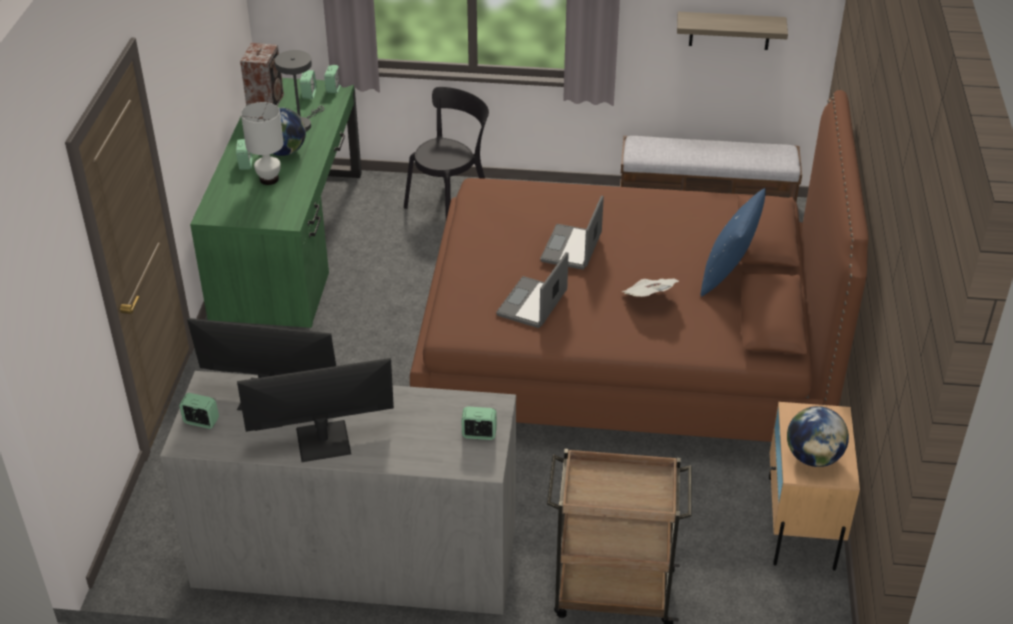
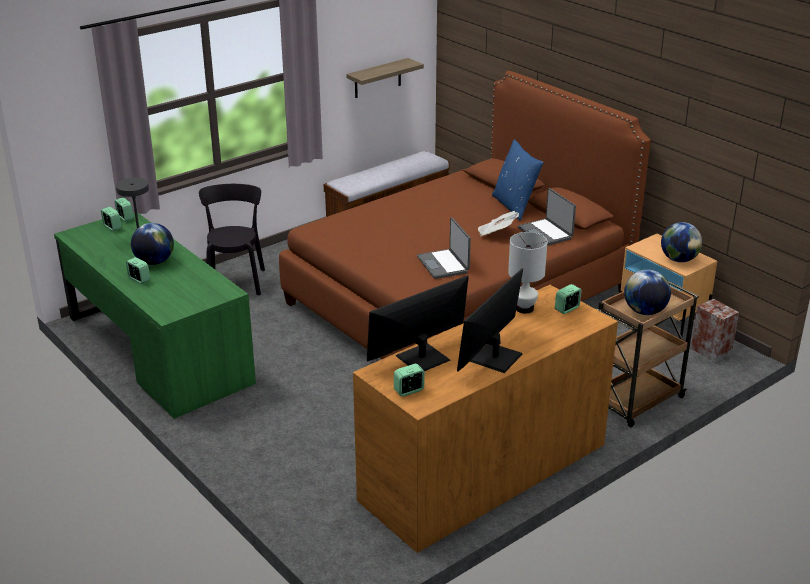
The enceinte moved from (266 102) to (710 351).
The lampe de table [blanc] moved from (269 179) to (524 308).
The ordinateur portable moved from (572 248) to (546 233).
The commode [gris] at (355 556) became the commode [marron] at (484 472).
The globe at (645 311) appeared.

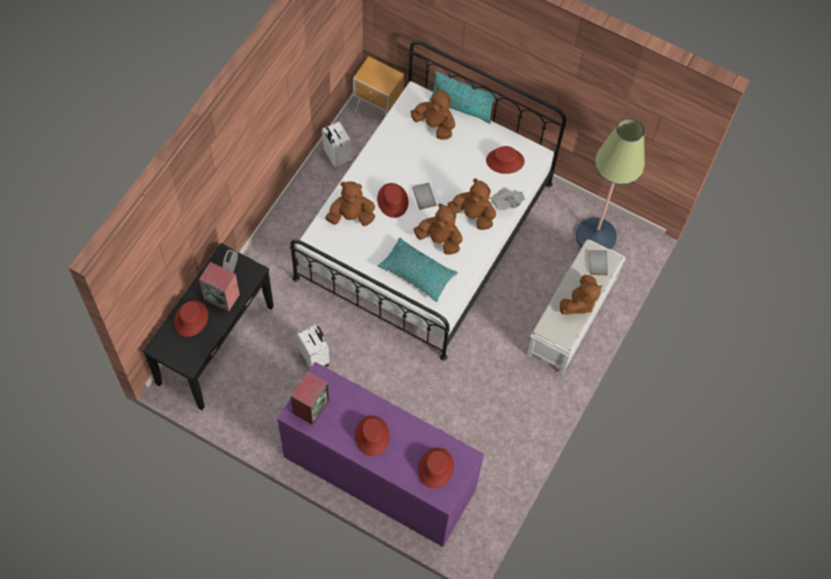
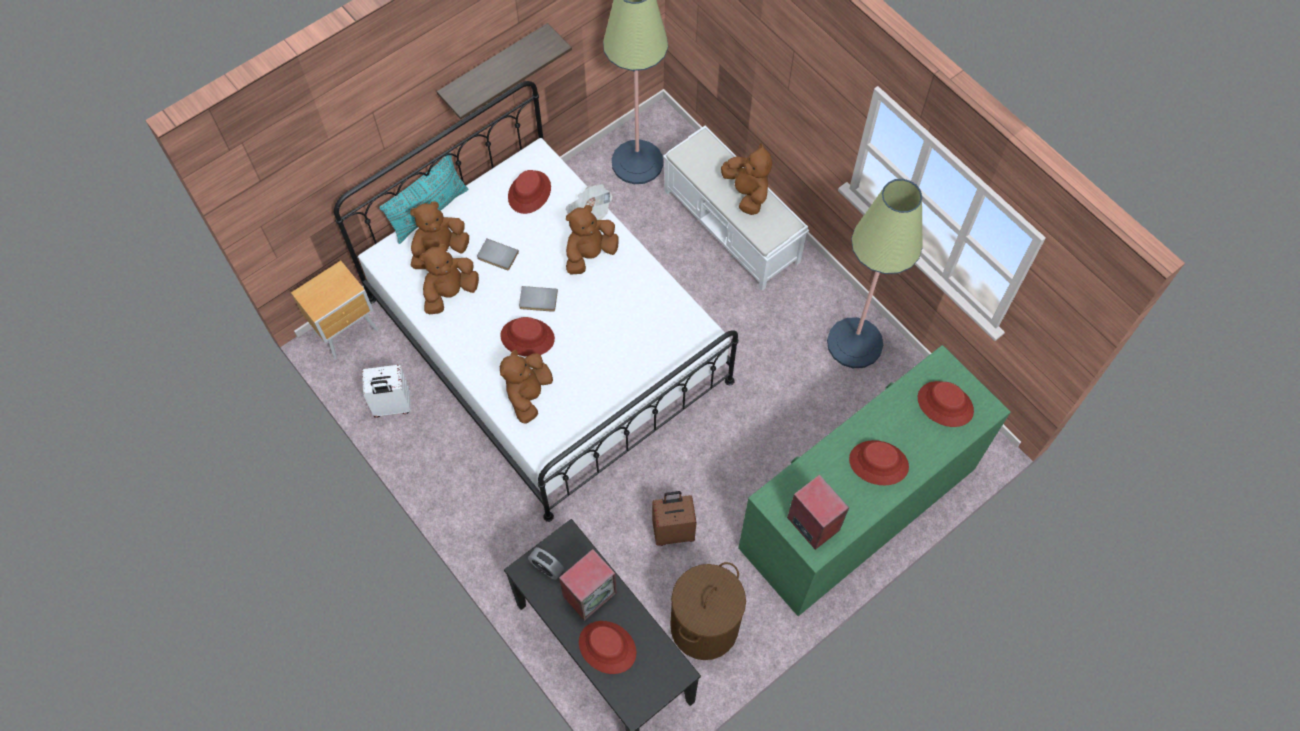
The peluche [marron] moved from (439 240) to (450 292).
The coussin [turquoise] at (417 273) disappeared.
The livre [gris] moved from (597 263) to (497 256).
The valise [blanc] at (315 358) became the valise [marron] at (673 531).
The commode [violet] at (379 473) became the commode [vert] at (857 508).
The étagère at (494 68) appeared.
The lampadaire at (854 343) appeared.
The panier à linge [marron] at (704 627) appeared.

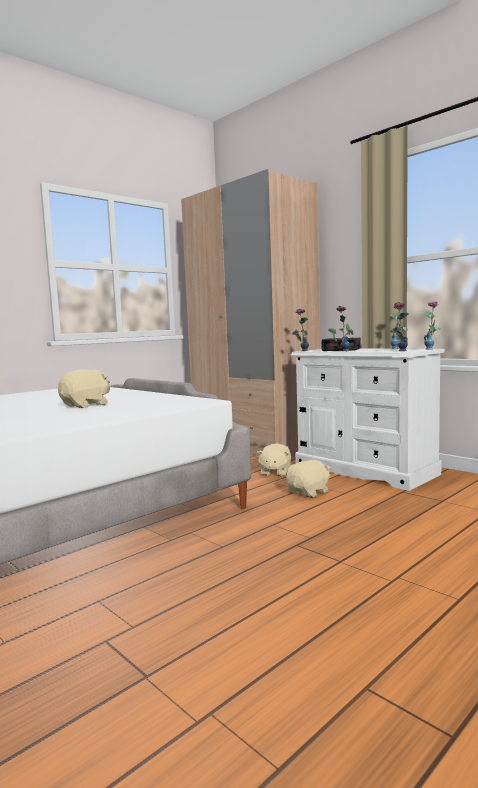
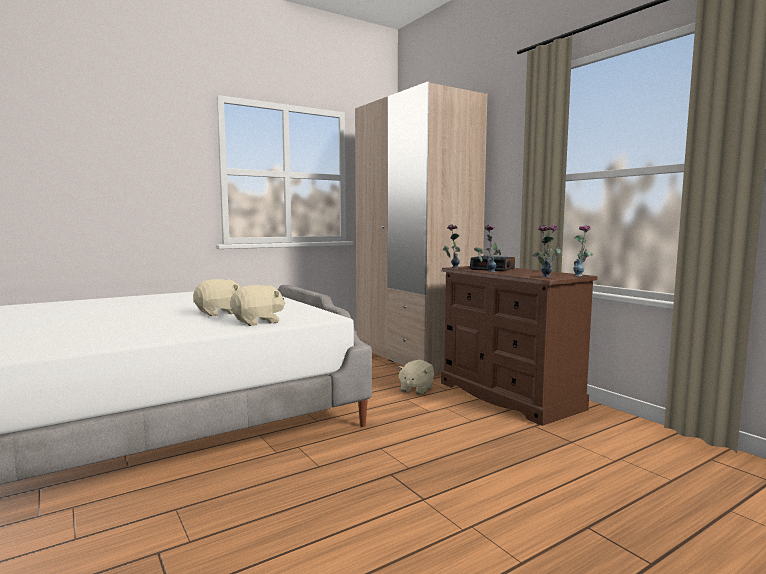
The commode [blanc] at (364 470) became the commode [marron] at (508 396).
The peluche [beige] moved from (309 492) to (258 322).

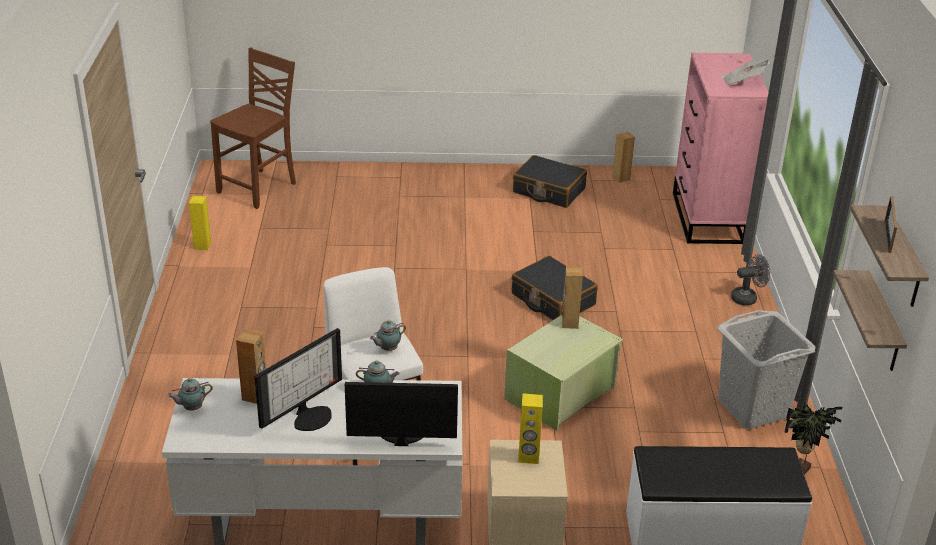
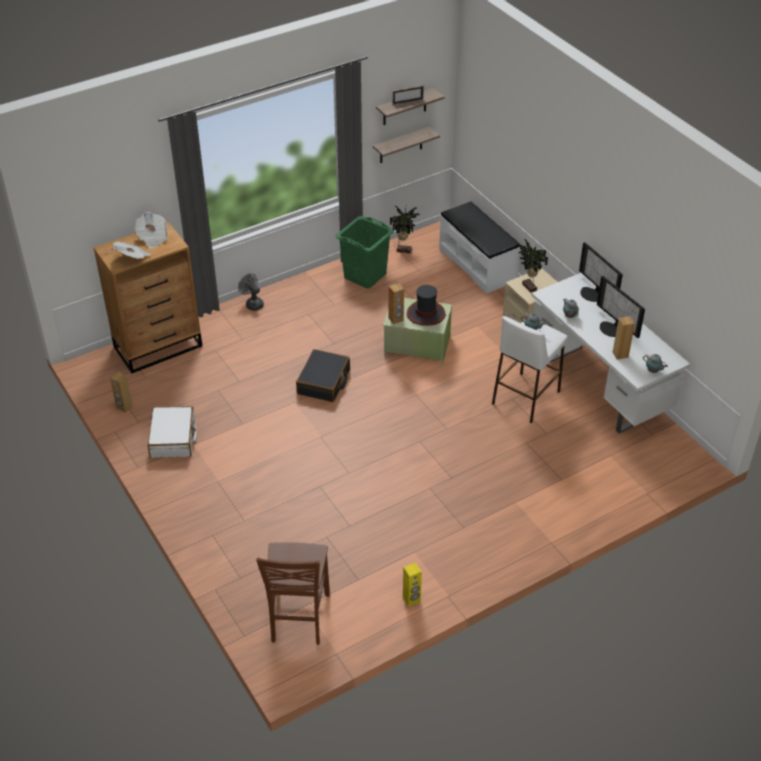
The chaise [marron] at (259 188) turned 90 degrees counterclockwise.
The commode [rose] at (707 218) became the commode [marron] at (159 346).
The valise [noir] at (548 191) became the valise [blanc] at (173 438).
The panier à linge [gris] at (752 408) became the panier à linge [vert] at (365 275).
The écran d'ordinateur at (310 416) turned 135 degrees counterclockwise.
The enceinte [jaune] at (528 457) was replaced by the plante en pot at (528 287).
The journal at (133 257) appeared.
The chapeau at (426 314) appeared.

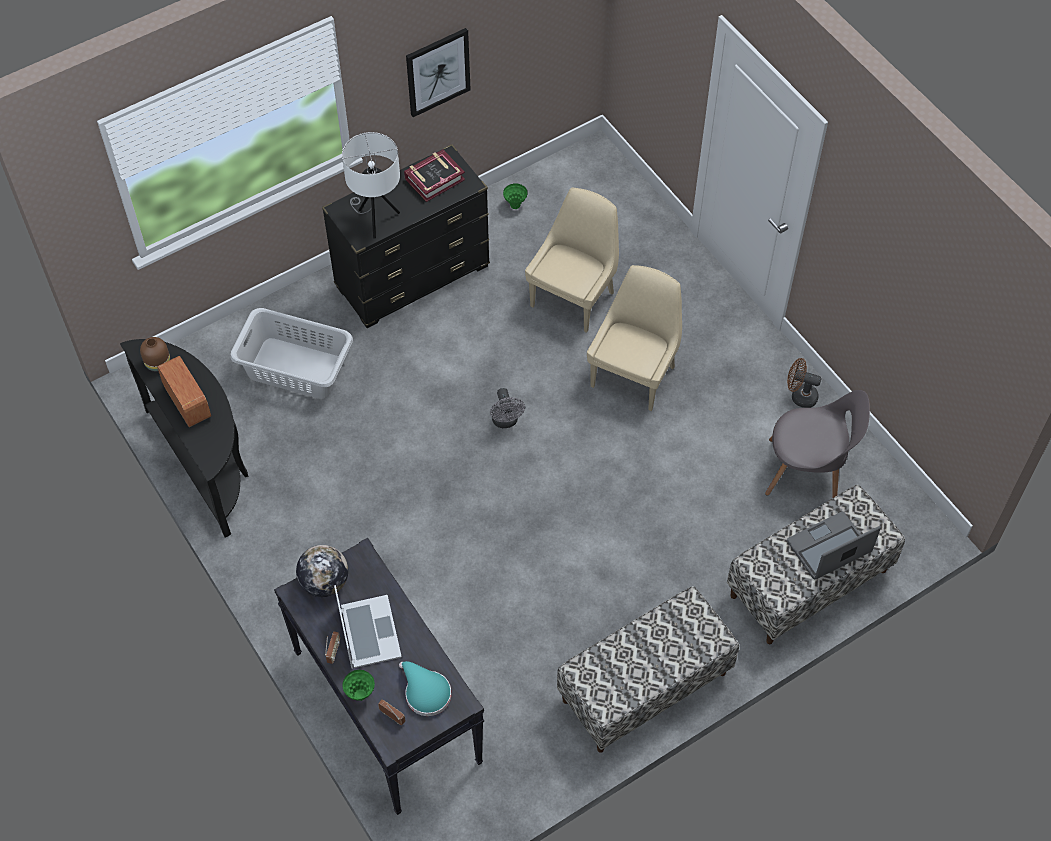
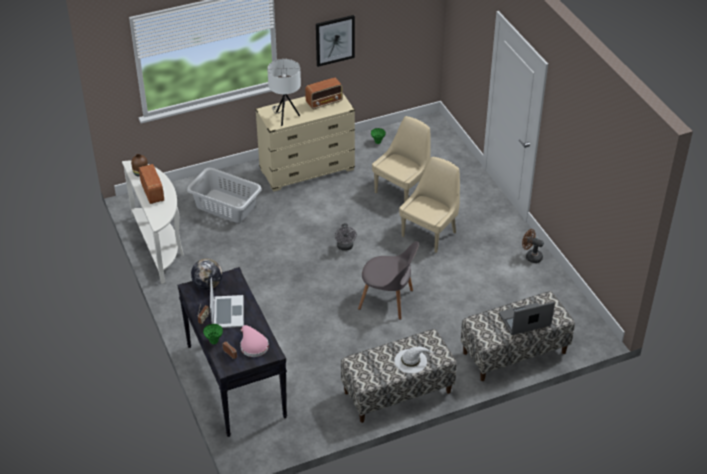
The commode [noir] at (412 277) became the commode [beige] at (307 170).
The livre at (434 179) was replaced by the radio at (324 102).
The table console [noir] at (206 462) became the table console [blanc] at (160 245).
The chaise [gris] moved from (807 471) to (388 300).
The chapeau [turquoise] at (425 692) became the chapeau [rose] at (253 345).
The chapeau [blanc] at (411 361) appeared.

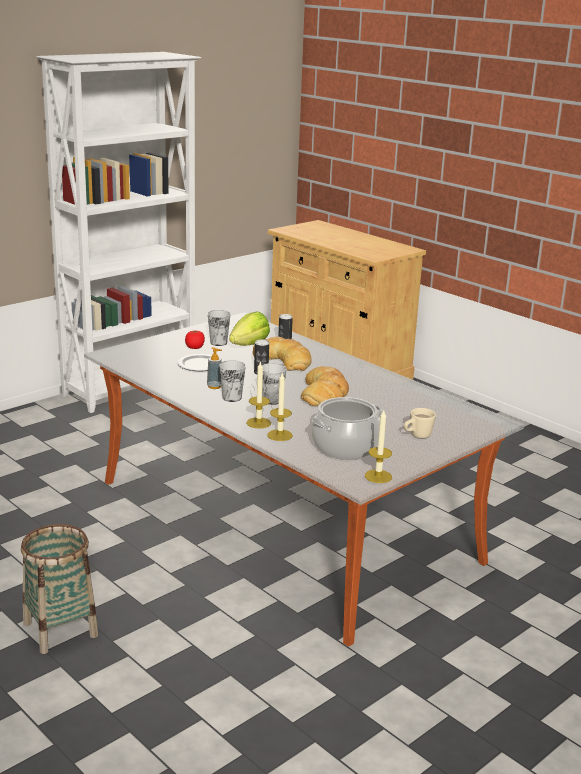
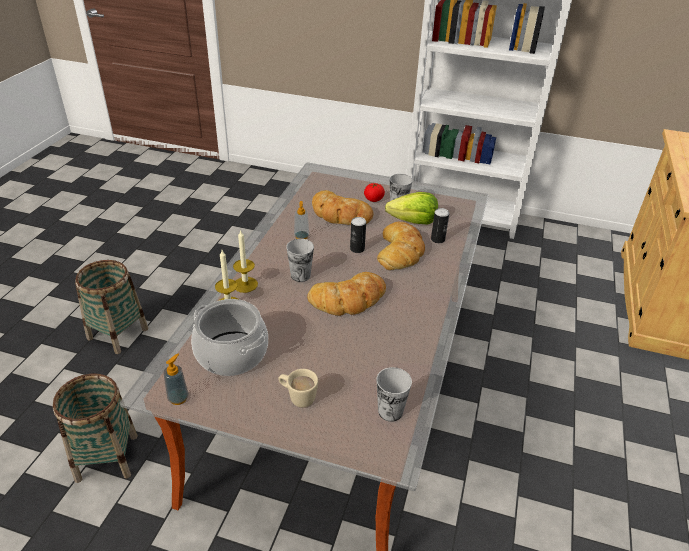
The assiette at (200 364) was replaced by the pain at (340 214).
The tasse moved from (232 398) to (390 411).
The bougie at (378 476) was replaced by the distributeur de savon at (178 398).
The panier at (107 457) appeared.

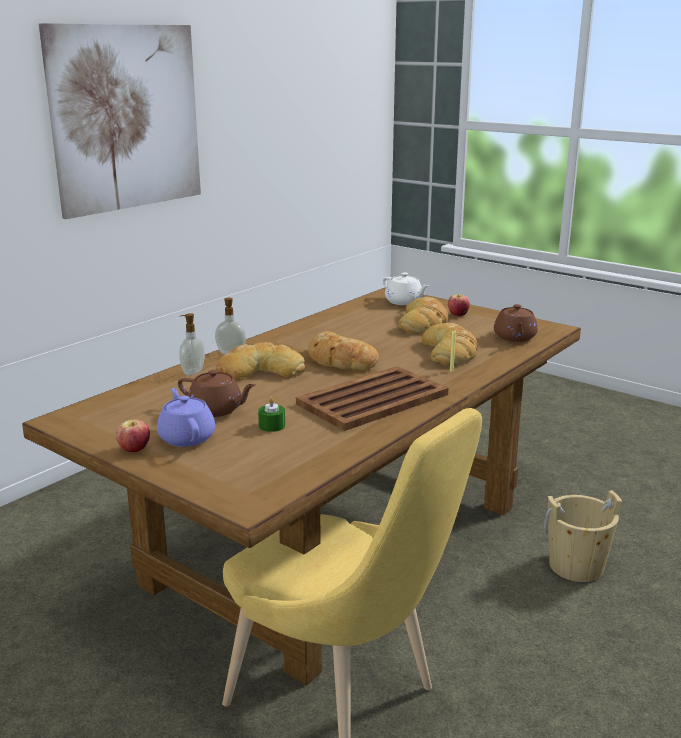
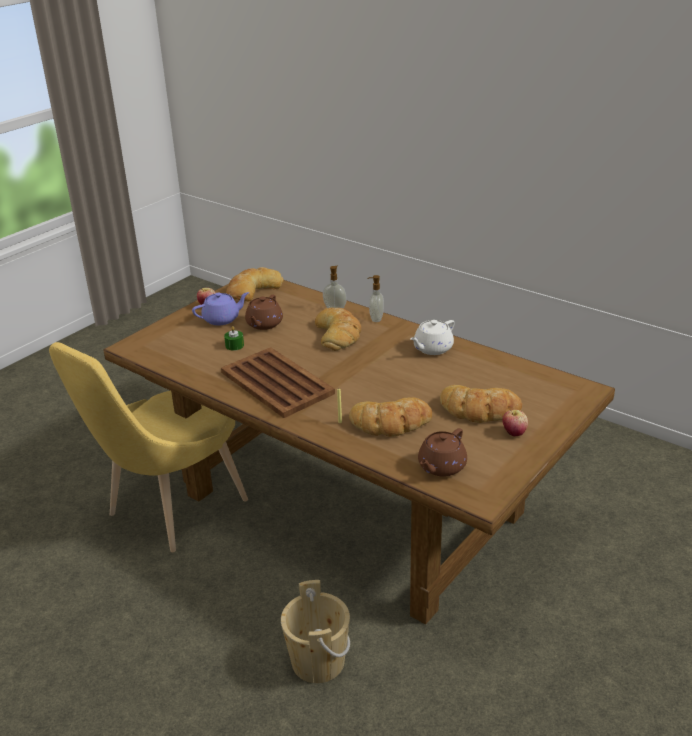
The tableau at (126 118) disappeared.
The théière [blanc] moved from (404 302) to (432 348).
The théière [marron] at (514 337) turned 60 degrees counterclockwise.
The pain moved from (340 360) to (252 290).

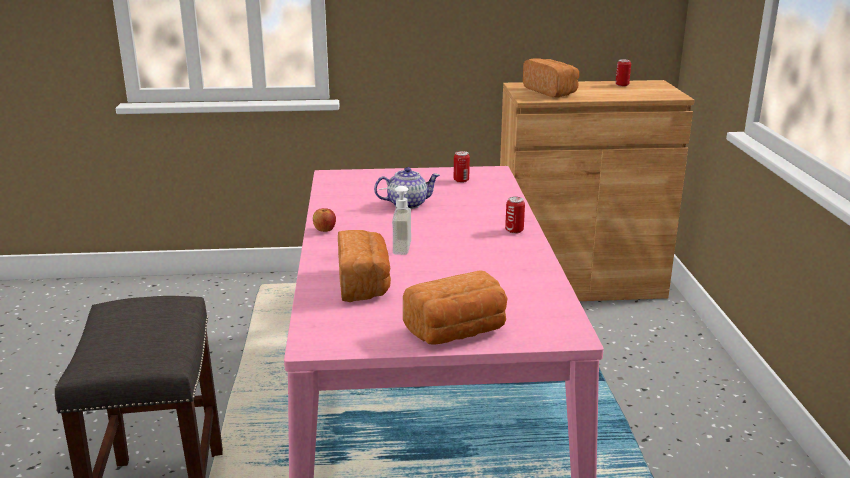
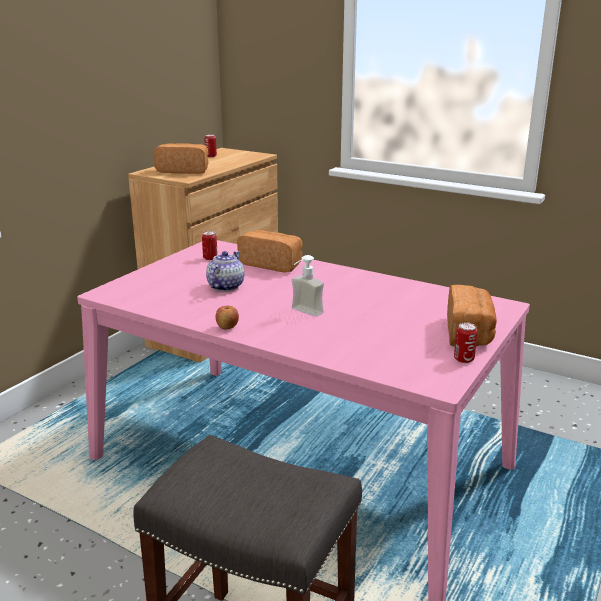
The boîte métallique moved from (514 230) to (464 359).
The pain moved from (364 284) to (272 264).

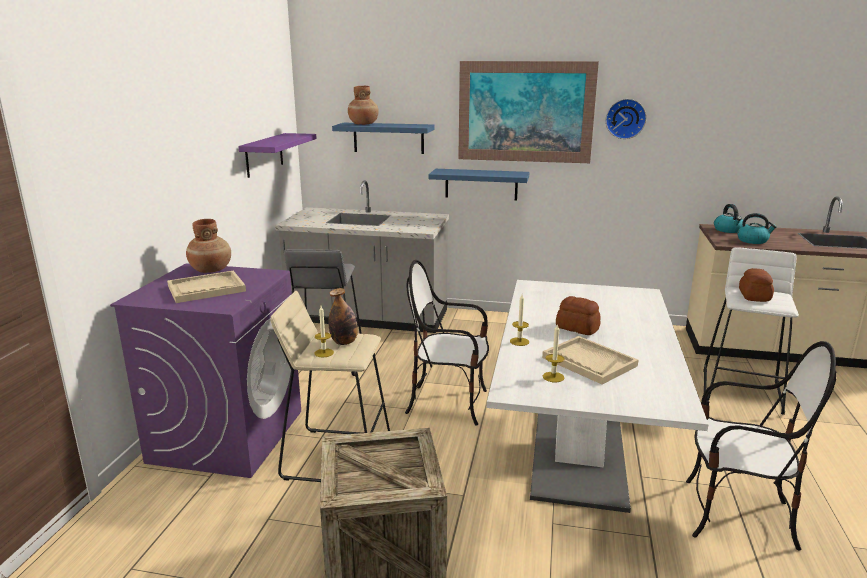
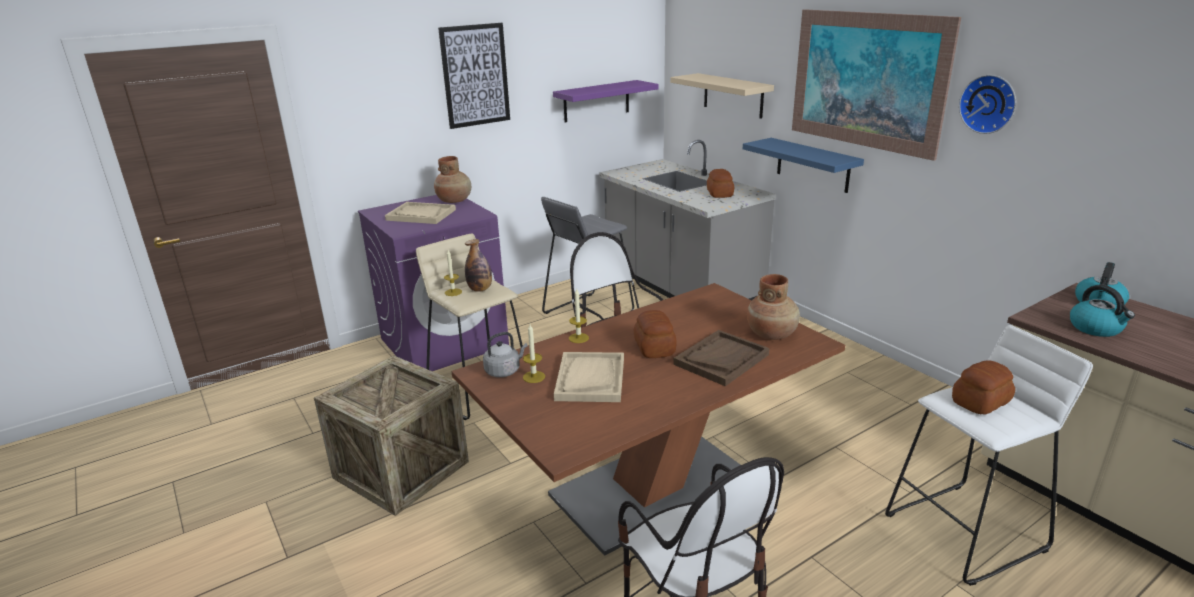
The vase [marron] moved from (363 124) to (771 334).
The étagère [bleu] at (388 138) became the étagère [beige] at (733 95).
The table à manger [blanc] at (578 454) became the table à manger [marron] at (651 486).
The tableau at (475 75) appeared.
The pain at (720 193) appeared.
The plateau [marron] at (721 359) appeared.
The bouilloire [gris] at (504 371) appeared.

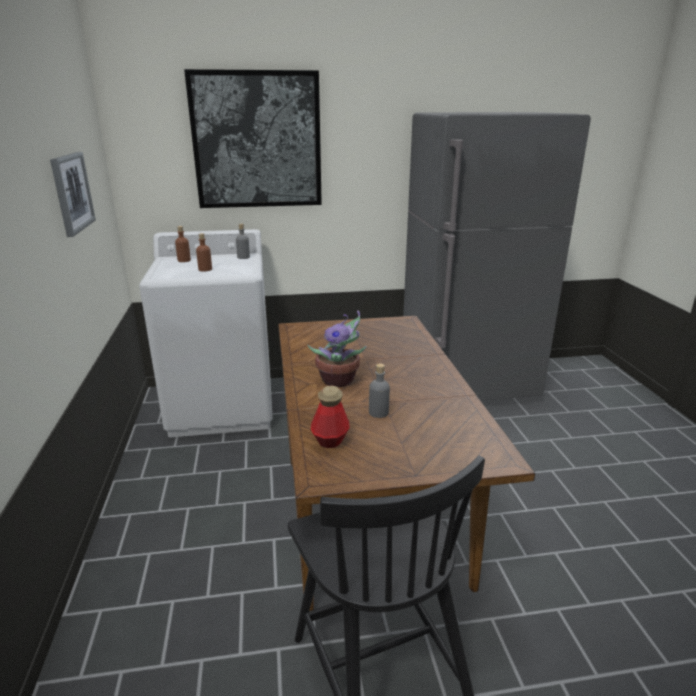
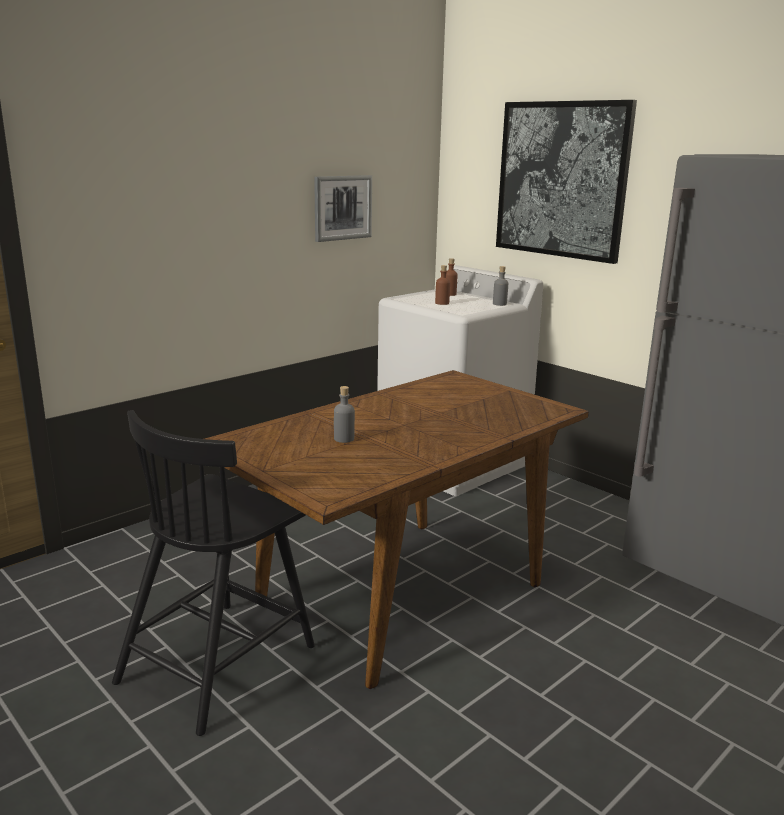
The plante en pot at (339 381) disappeared.
The bouteille at (330 440) disappeared.

